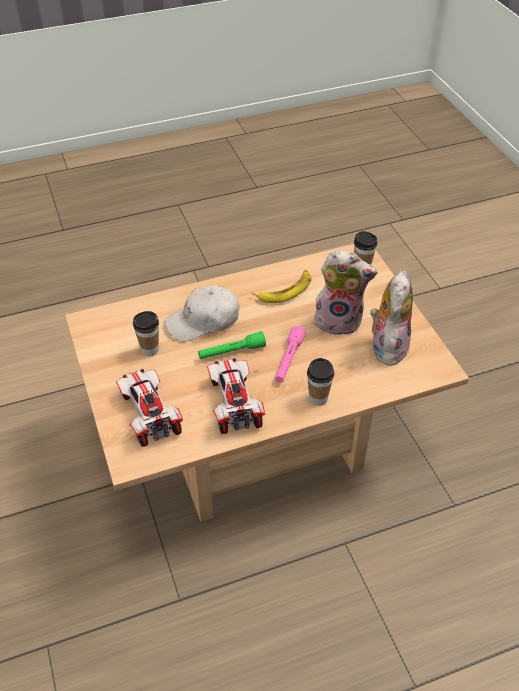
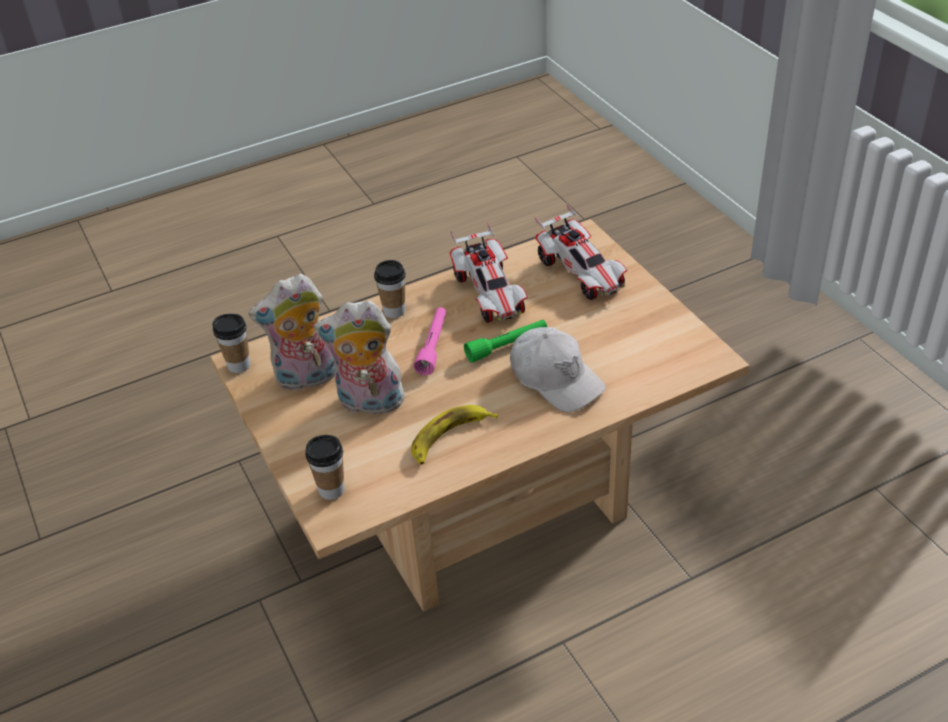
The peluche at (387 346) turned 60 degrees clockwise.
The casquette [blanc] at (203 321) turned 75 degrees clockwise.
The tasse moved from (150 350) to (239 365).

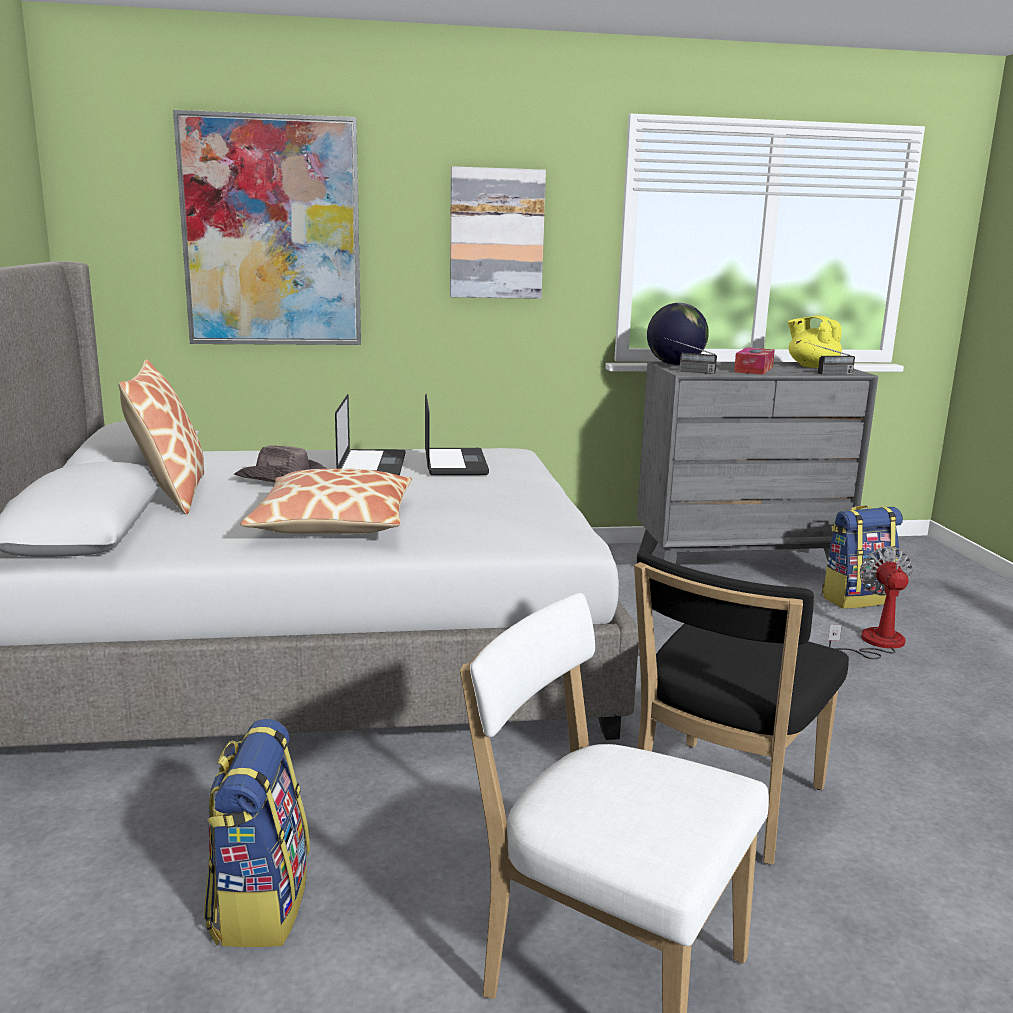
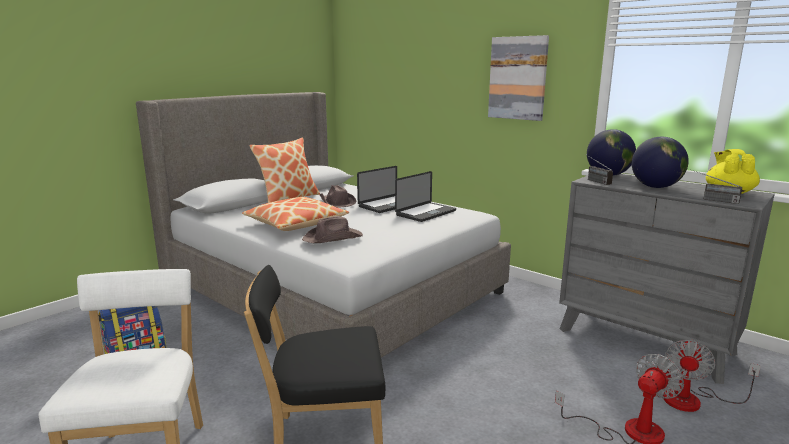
The tableau at (272 232) disappeared.
The boîte à mouchoirs at (753 369) was replaced by the globe at (655 187).
The sac à dos at (856 599) was replaced by the ventilateur at (693 400).
The chapeau [marron] at (333 238) appeared.

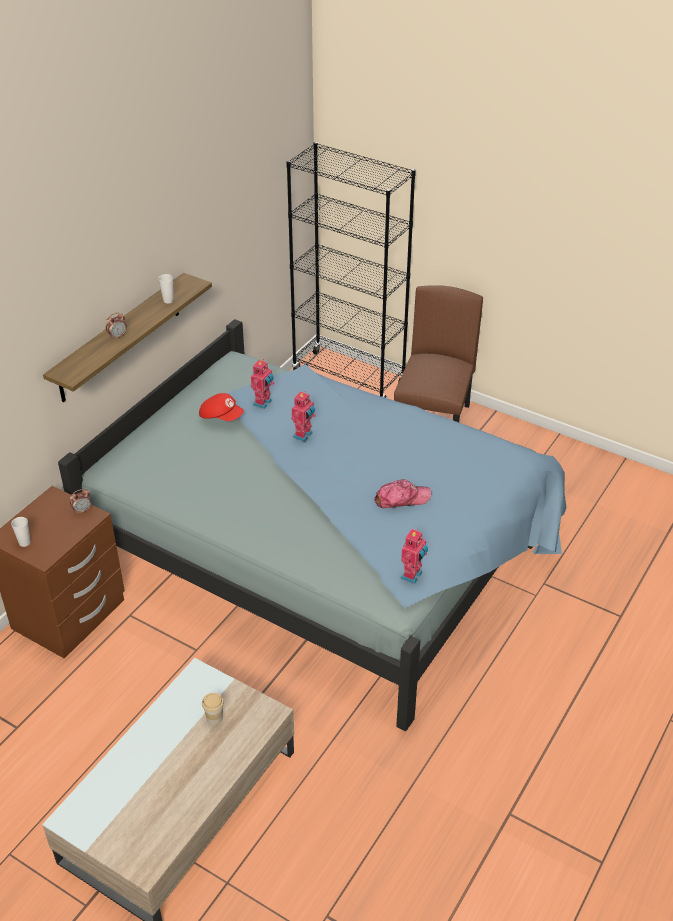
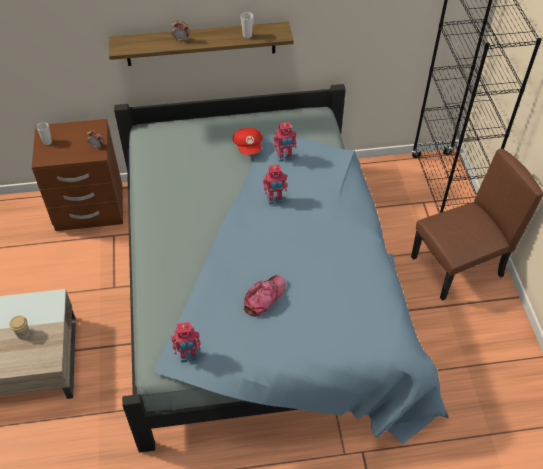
The casquette at (402 498) turned 90 degrees counterclockwise.

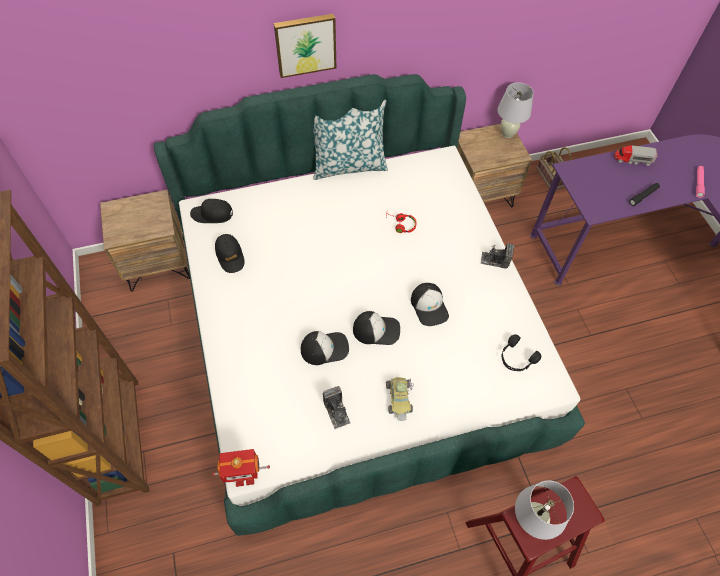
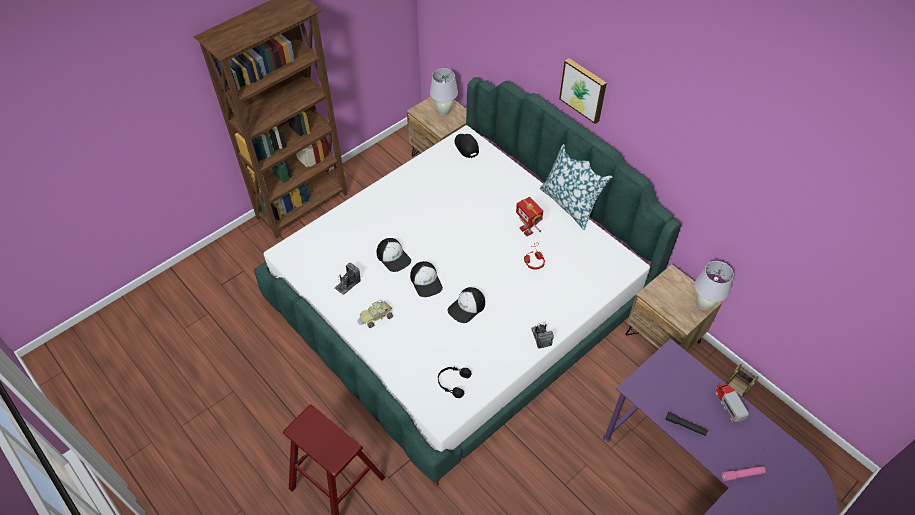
The casquette [noir] at (230 256) disappeared.
The robot jouet moved from (244 478) to (527 230).
The lampe de table [blanc] moved from (529 521) to (444 112).

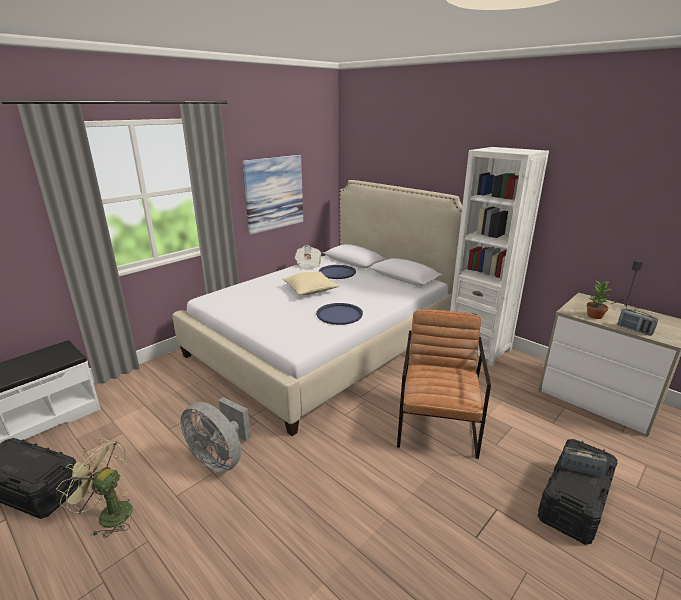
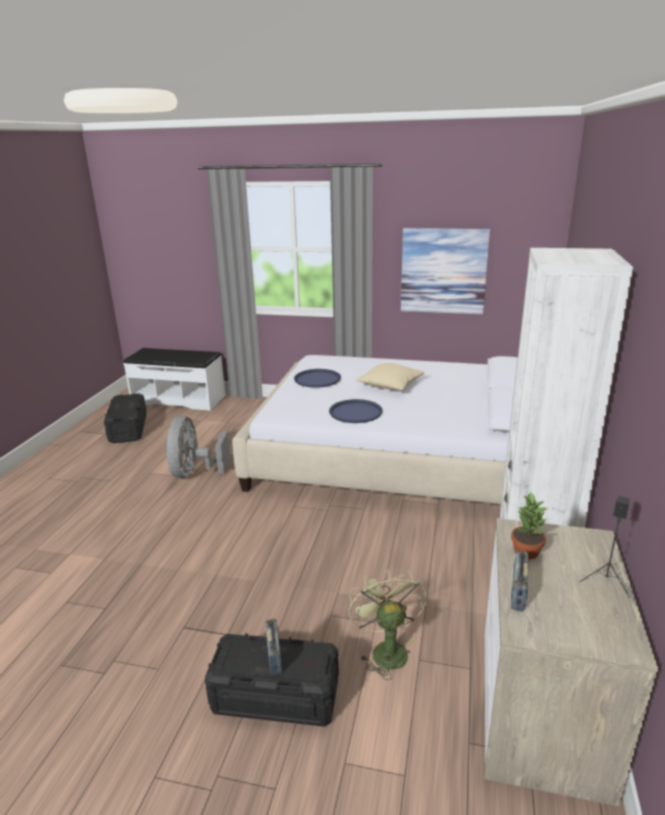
The journal at (308 265) disappeared.
The plateau [bleu] moved from (337 272) to (317 379).
The fauteuil [marron] at (437 424) disappeared.
The ventilateur [vert] moved from (108 513) to (386 649).

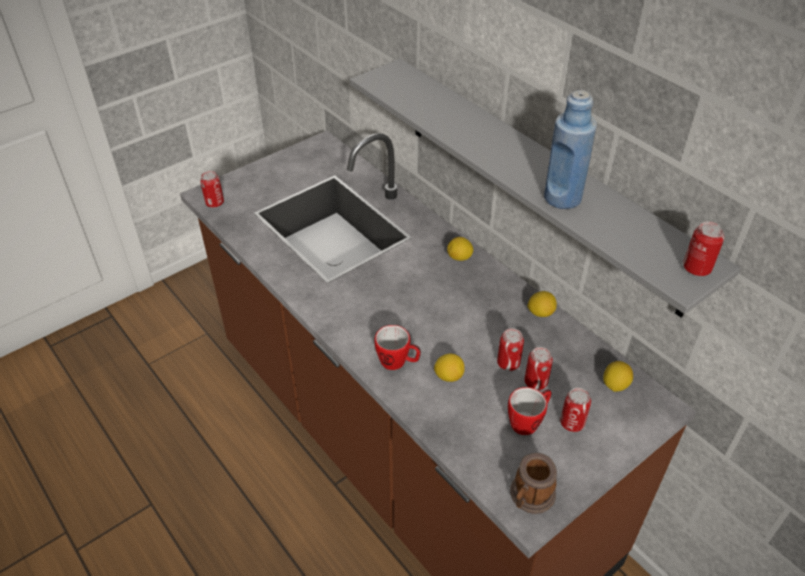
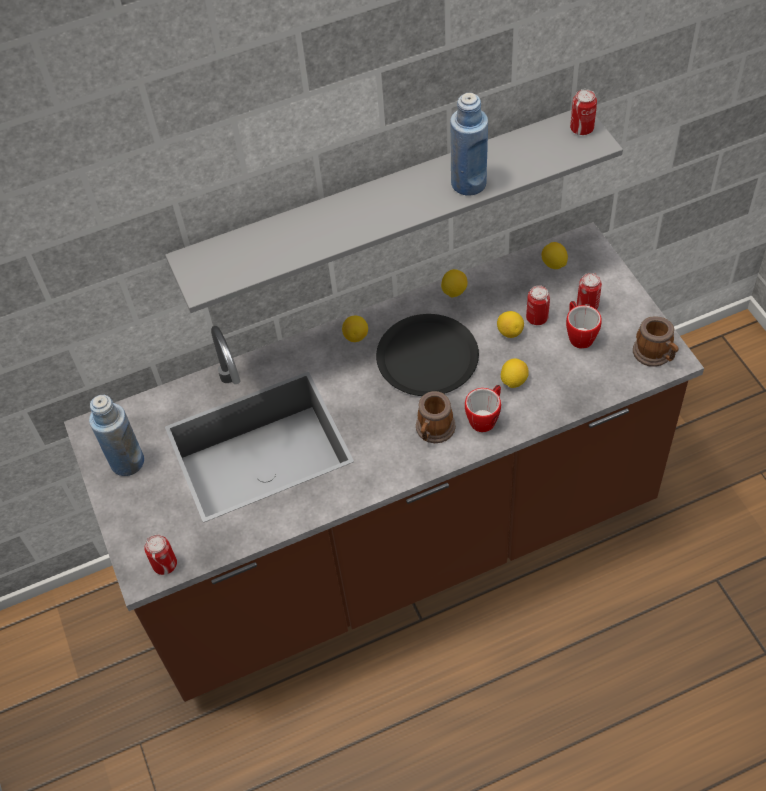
The boîte métallique at (508 363) was replaced by the citron at (509 332).
The assiette [noir] at (427 356) appeared.
The mug at (433 431) appeared.
The bouteille [bleu] at (127 462) appeared.

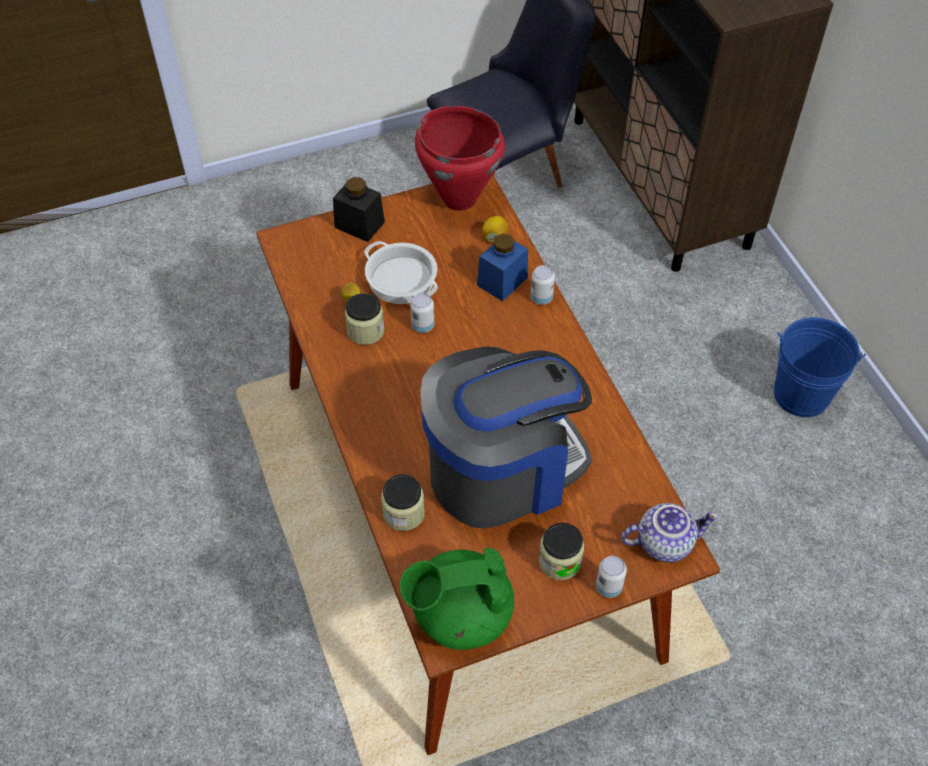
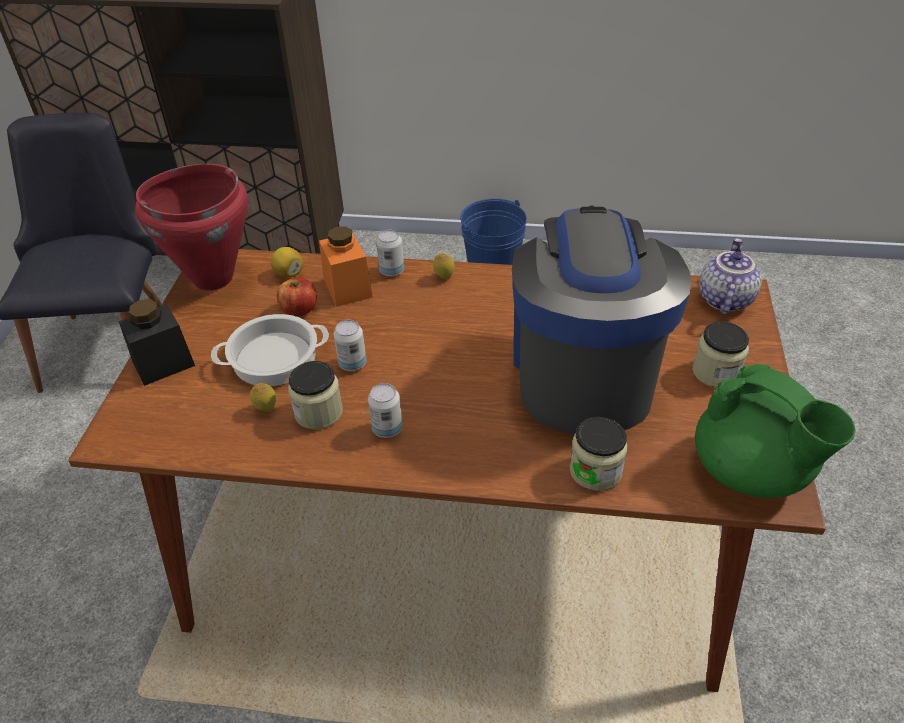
The bocal [bleu] at (502 281) became the bocal [orange] at (347 288).
The théière [vert] at (460 614) turned 60 degrees counterclockwise.
The boîte métallique moved from (608 587) to (387 429).
The citron at (444 277) appeared.
The pomme at (299 309) appeared.

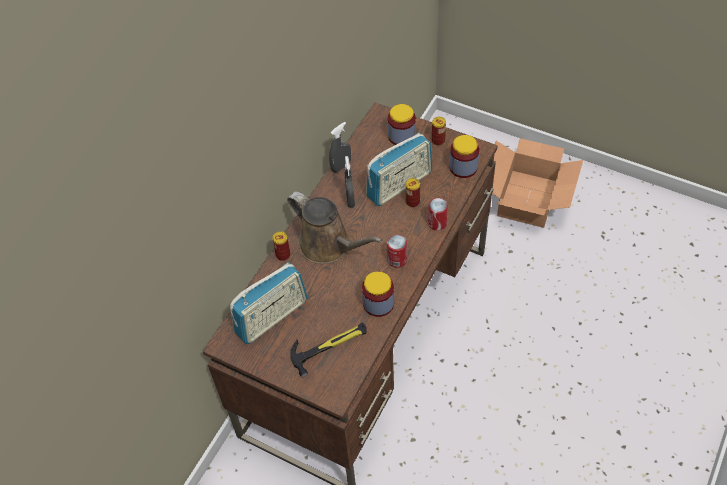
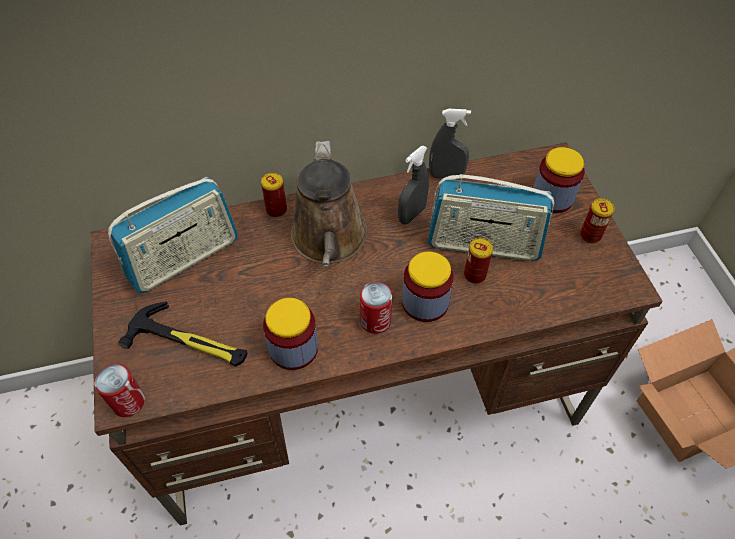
The bocal moved from (463 167) to (425 302).
The boîte métallique moved from (437 223) to (128 402).
The radio at (272 317) turned 45 degrees counterclockwise.

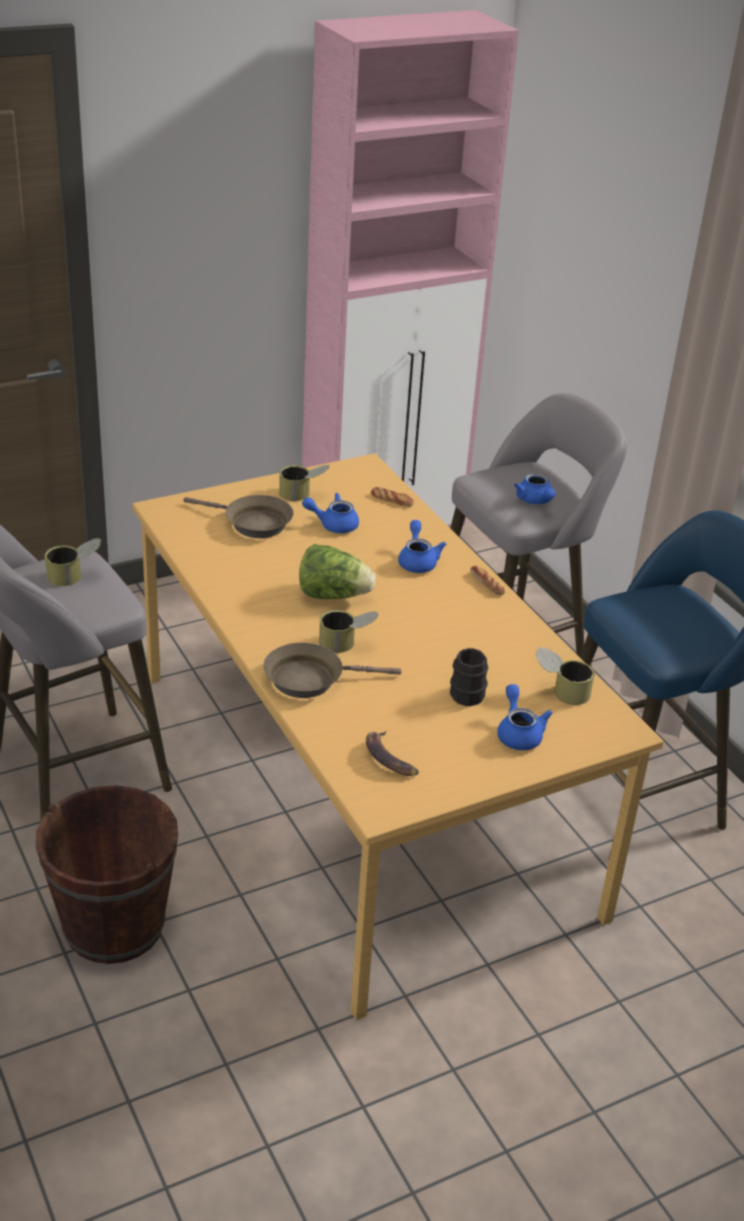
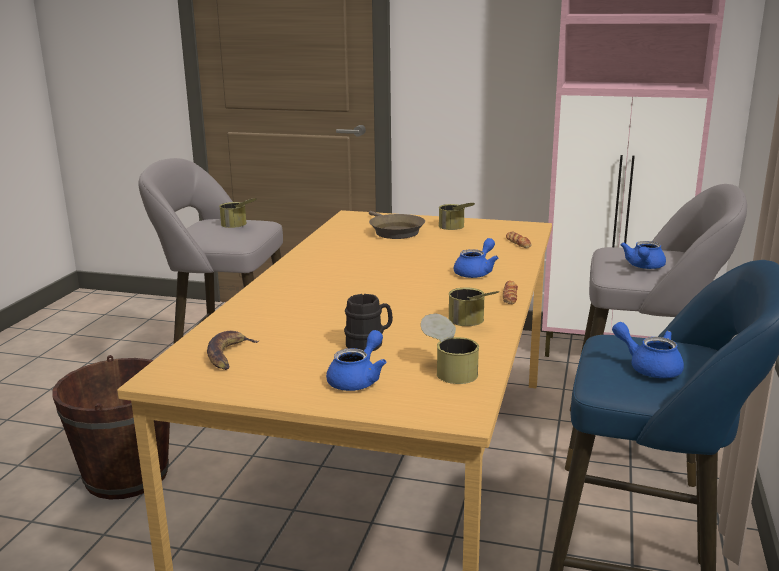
The théière [bleu] moved from (333 524) to (649 367).
The laitue at (333 595) disappeared.
The boîte métallique moved from (347 645) to (472 323).
The poêle [marron] at (310 679) disappeared.

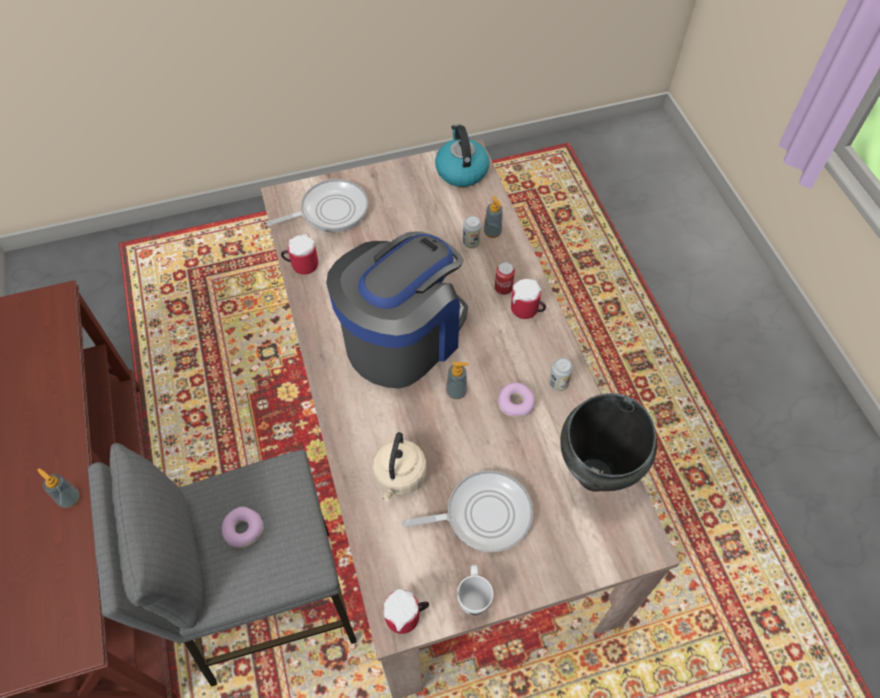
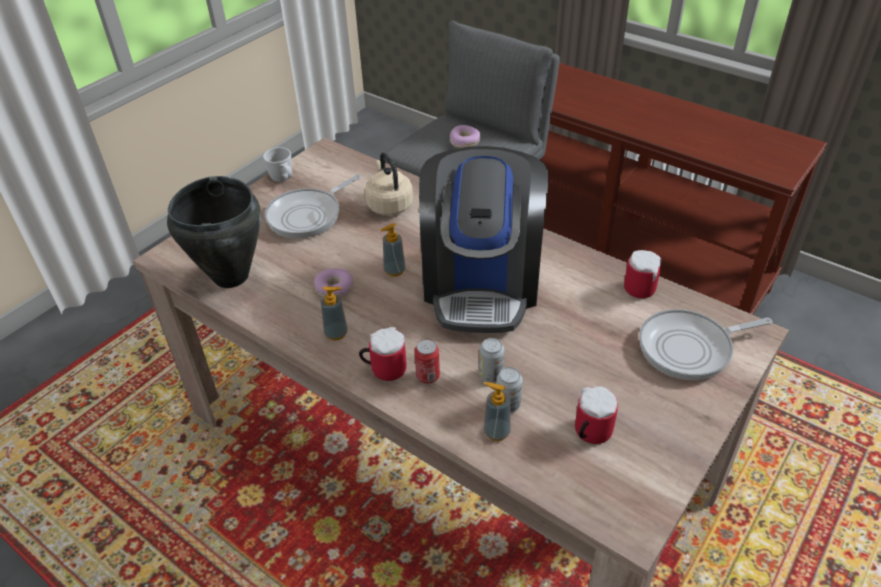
The bouilloire at (461 170) disappeared.
The poêle at (330 211) turned 45 degrees clockwise.
The boîte métallique moved from (558 383) to (491 375).
The distributeur de savon moved from (69 499) to (336 333).
The mug moved from (407 617) to (589 432).

